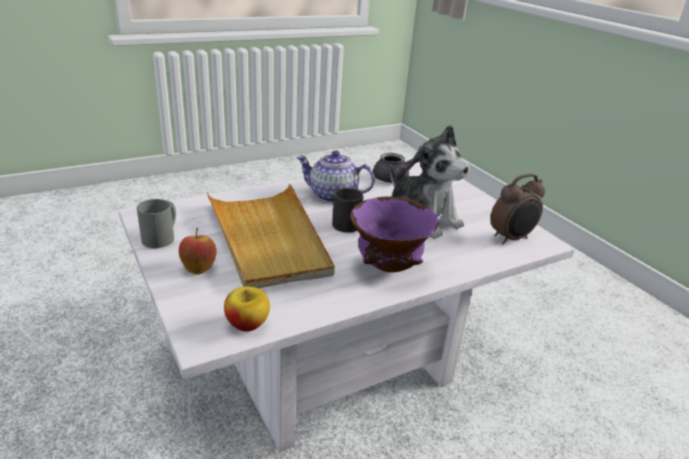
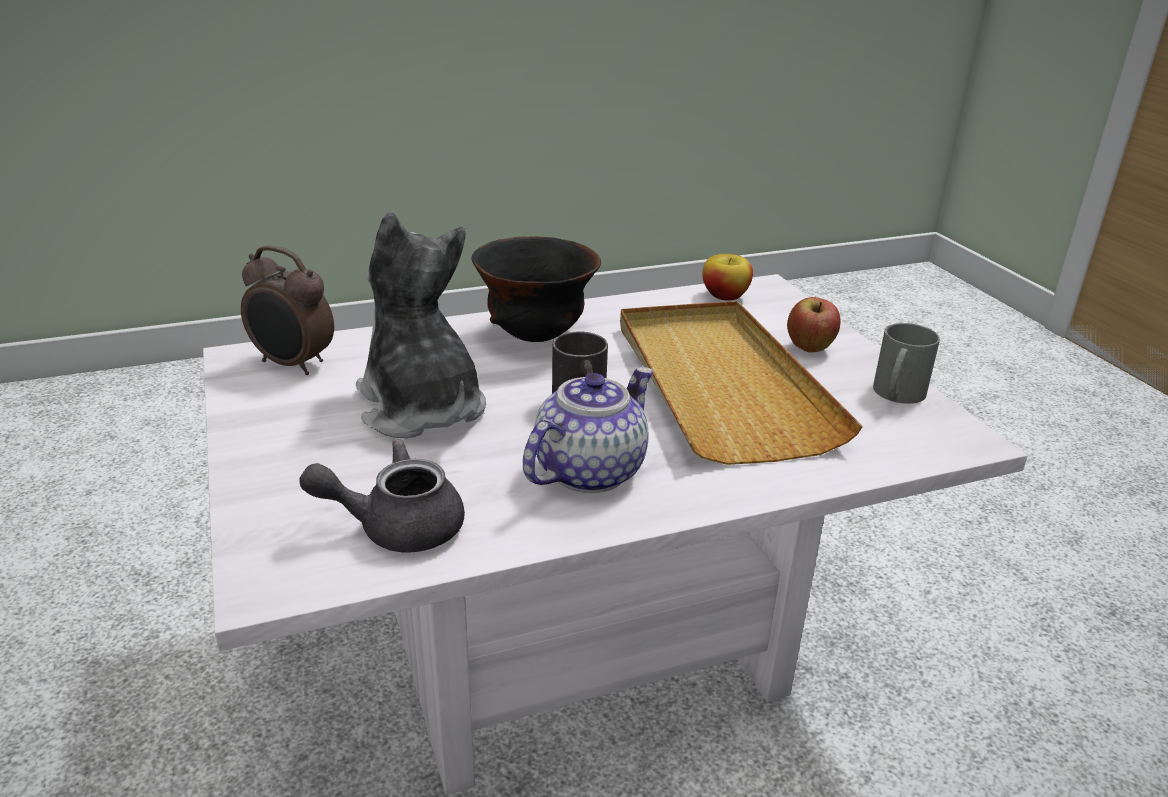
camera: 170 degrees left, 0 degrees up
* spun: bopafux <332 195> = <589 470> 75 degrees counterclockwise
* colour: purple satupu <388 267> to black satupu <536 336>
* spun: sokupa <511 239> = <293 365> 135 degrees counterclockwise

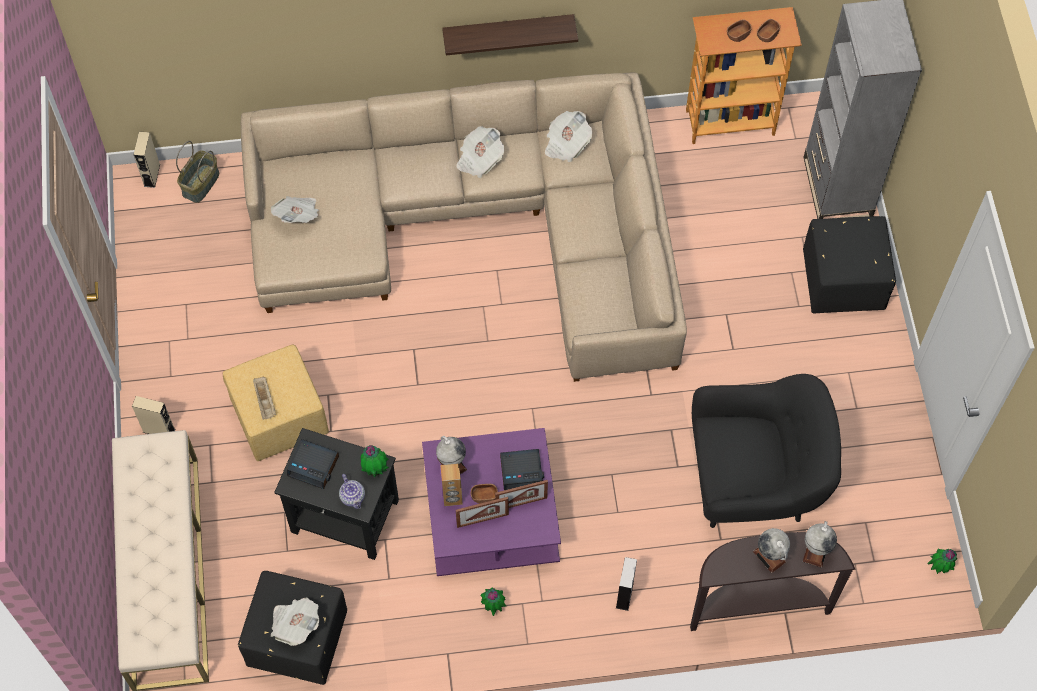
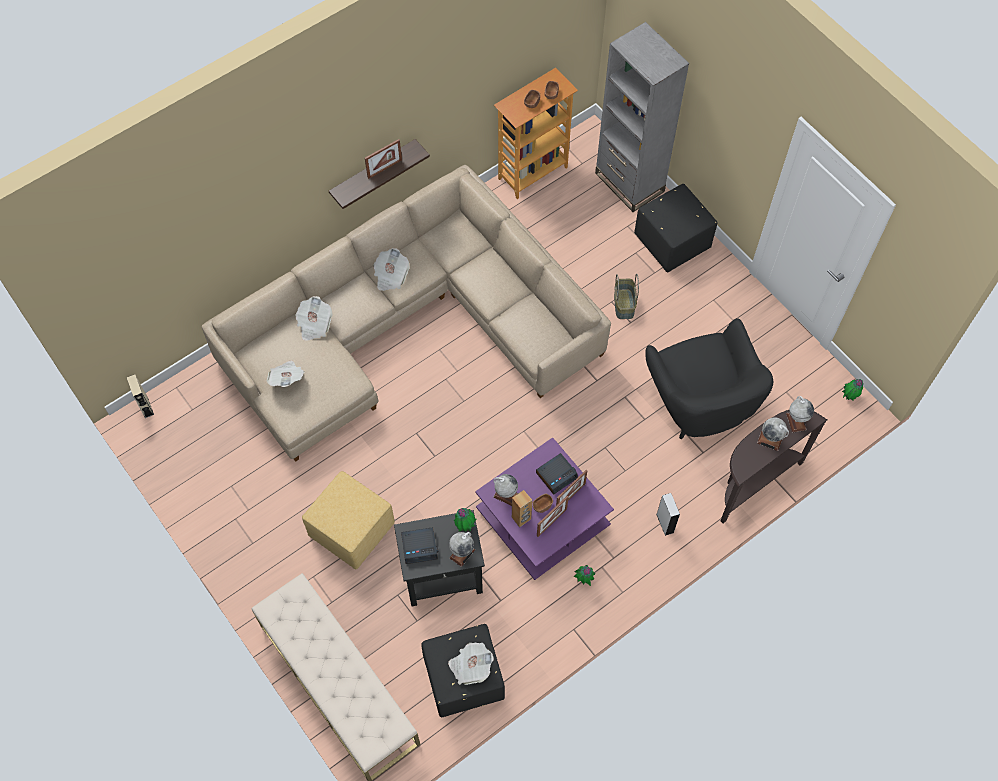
camera: 30 degrees left, 0 degrees up
* missing: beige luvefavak <159 430>
* relocated: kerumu <201 184> to <624 304>
* missing: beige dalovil <265 402>
* exchanged: bopafux <353 497> to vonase <462 553>
* relocated: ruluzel <566 144> to <314 324>
* spun: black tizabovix <754 482> = <700 403> 105 degrees clockwise
* appeared: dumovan <384 168>

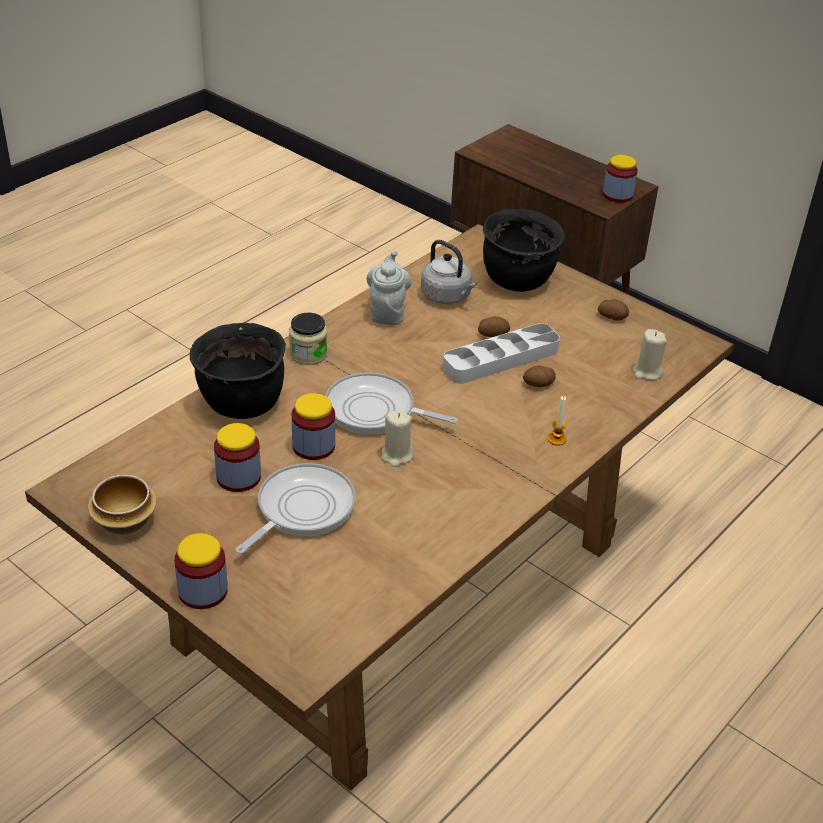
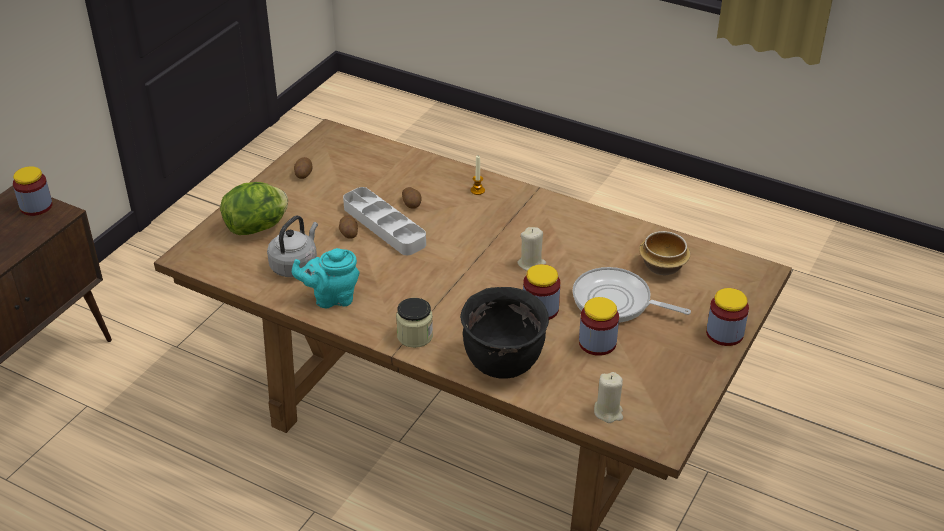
camera: 100 degrees left, 0 degrees up
* relocated: satupu <126 521> to <661 266>
* missing: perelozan <375 411>
* colour: grey bopafux <387 312> to turquoise bopafux <331 298>
* exchanged: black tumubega <518 280> to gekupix <257 227>
* relocated: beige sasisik <647 372> to <608 412>

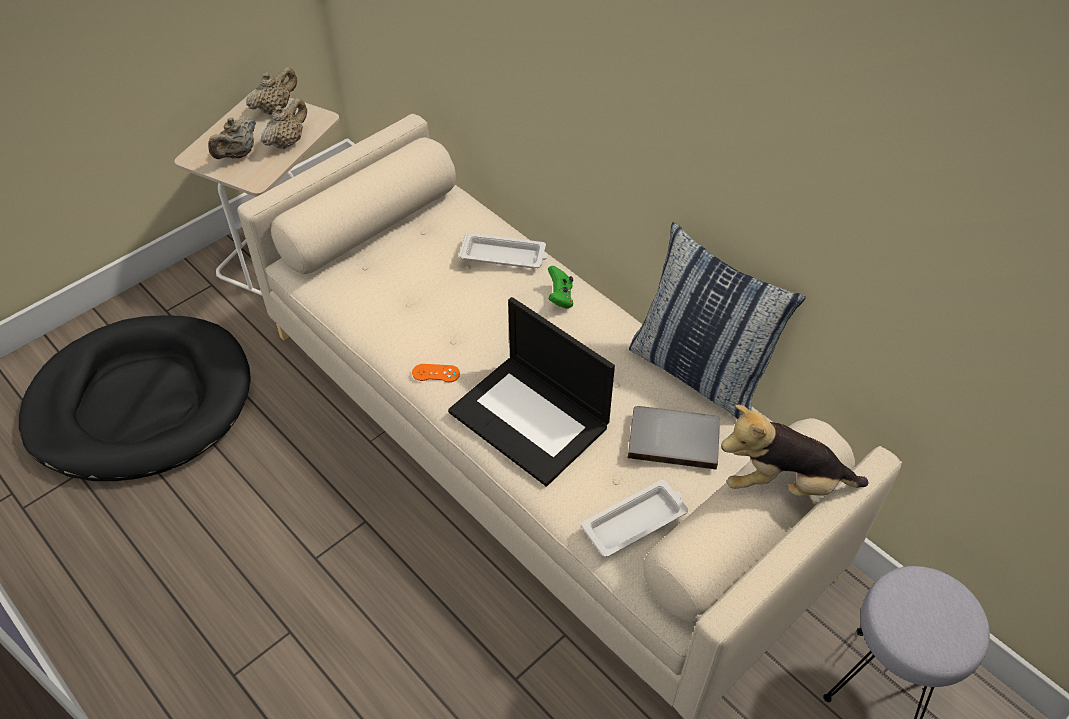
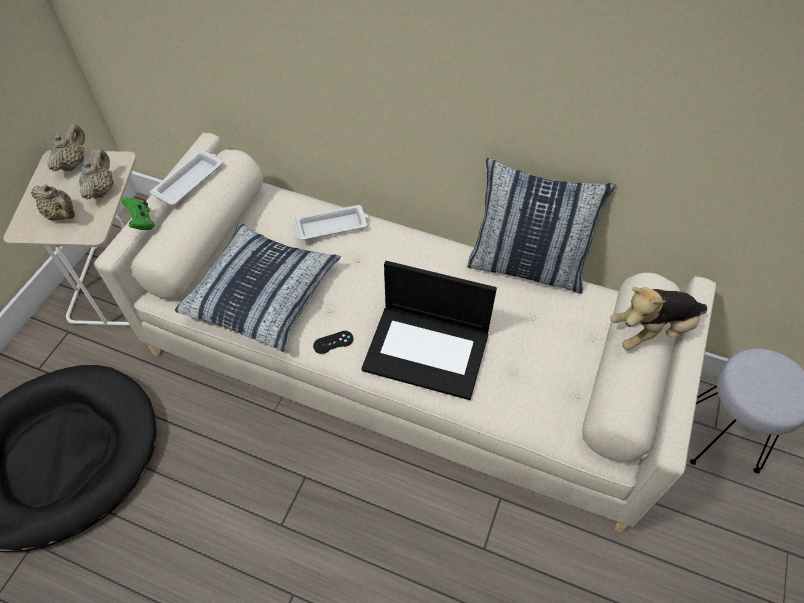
camera: 25 degrees left, 5 degrees up
* spun: beige bopafux <238 154> = <62 215> 60 degrees counterclockwise
* colour: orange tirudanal <436 373> to black tirudanal <333 342>
* relocated: green tirudanal <560 297> to <142 222>
* relocated: white dalovil <636 521> to <190 180>
* missing: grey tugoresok <673 437>
* appeared: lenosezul <263 294>

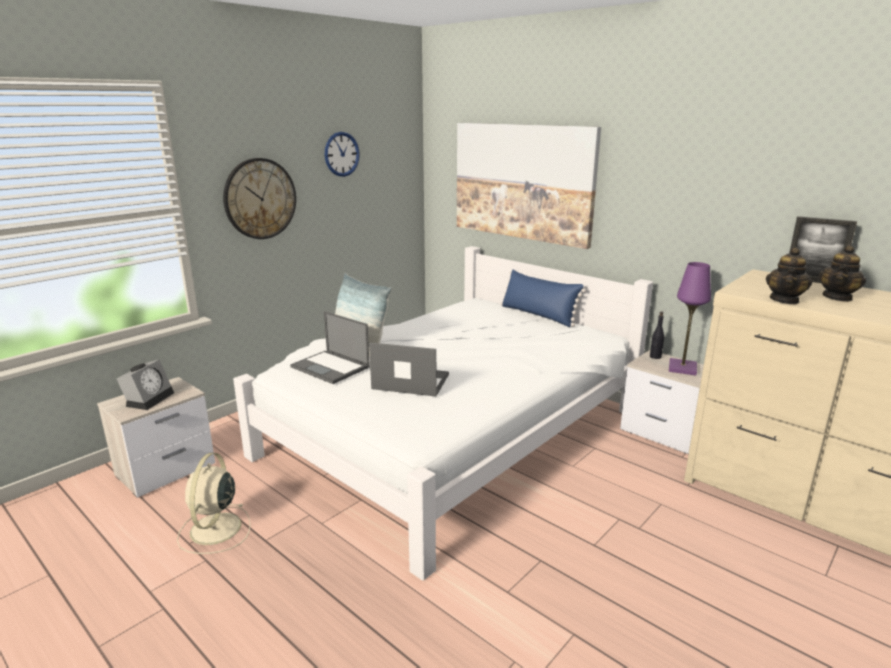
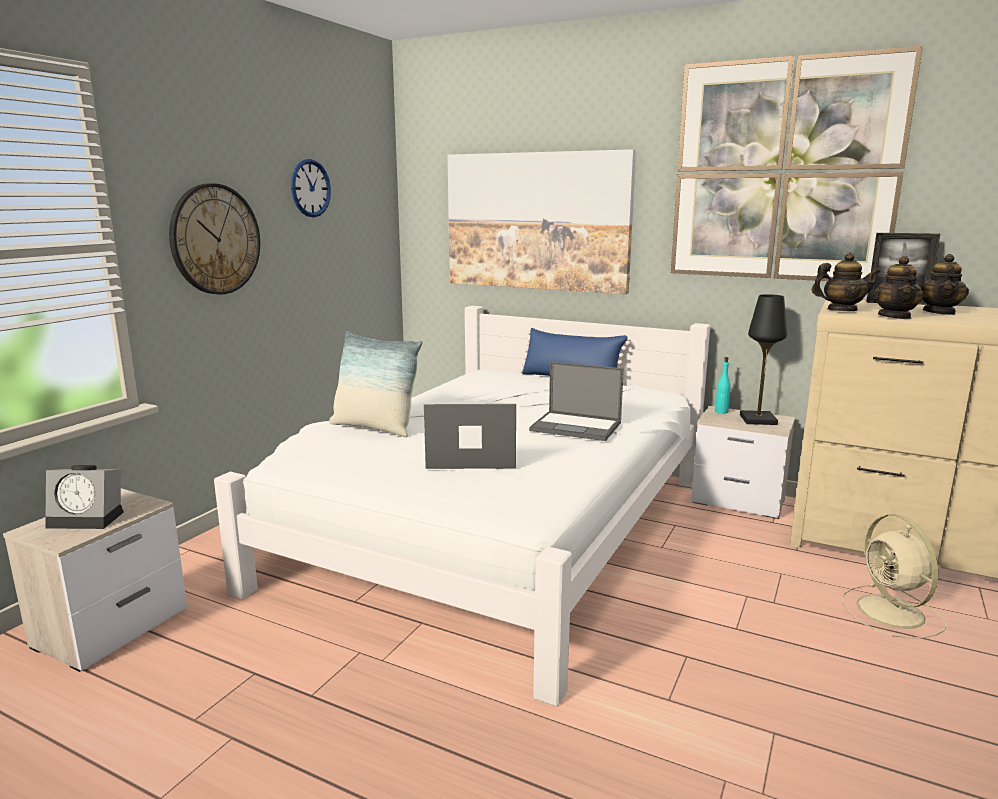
camera: 15 degrees left, 5 degrees down
* spun: sokupa <149 398> = <89 518> 90 degrees clockwise
* relocated: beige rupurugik <215 530> to <892 613>
* relocated: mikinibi <331 367> to <577 427>
* colour: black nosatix <655 357> to turquoise nosatix <721 412>
* colour: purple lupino <682 368> to black lupino <758 420>
* appeared: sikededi <783 171>
* appeared: bopafux <841 310>

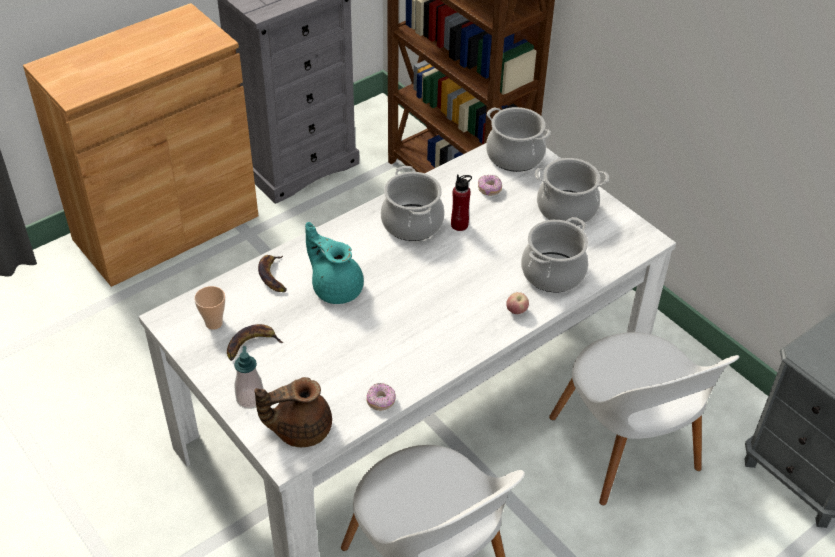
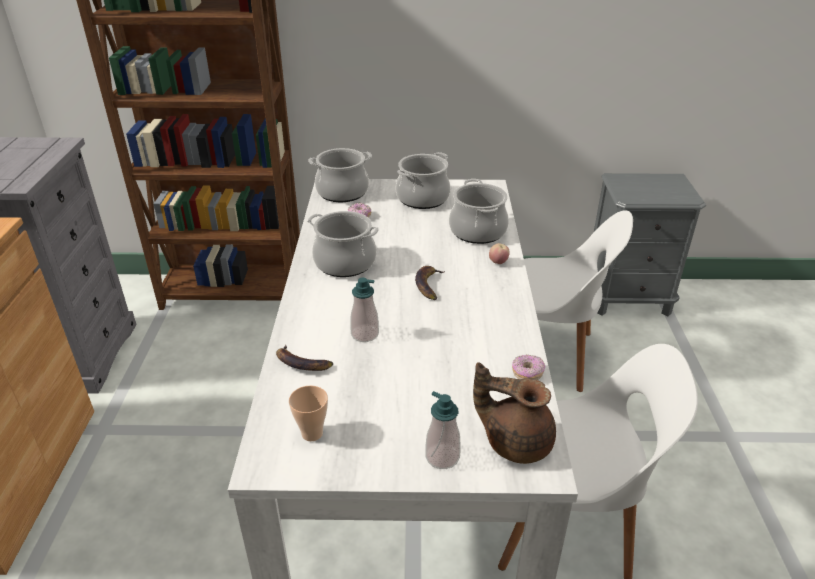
camera: 50 degrees left, 10 degrees down
* relocated: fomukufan <251 344> to <429 285>
* spun: brown bopafux <299 429> = <515 441> 90 degrees clockwise
* exchanged: turquoise bopafux <336 288> to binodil <365 334>
* missing: red nosatix <459 225>

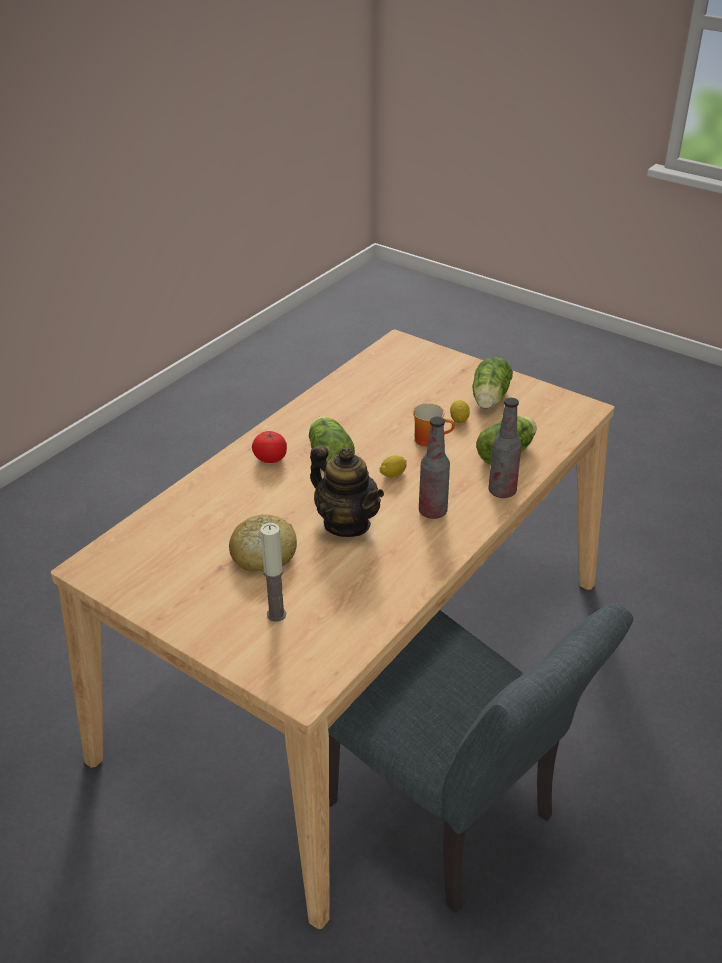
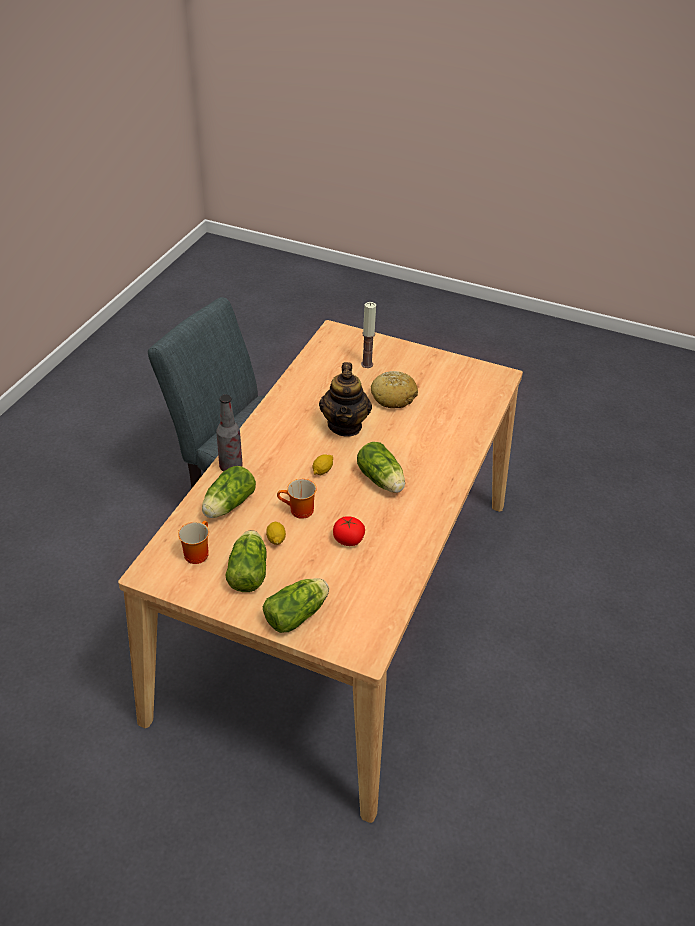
camera: 165 degrees right, 5 degrees up
* relocated: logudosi <270 458> to <348 540>
* spun: bopafux <347 523> = <345 425> 120 degrees counterclockwise
* missing: nosatix <432 511>
* appeared: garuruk <196 552>
* appeared: gekupix <298 614>

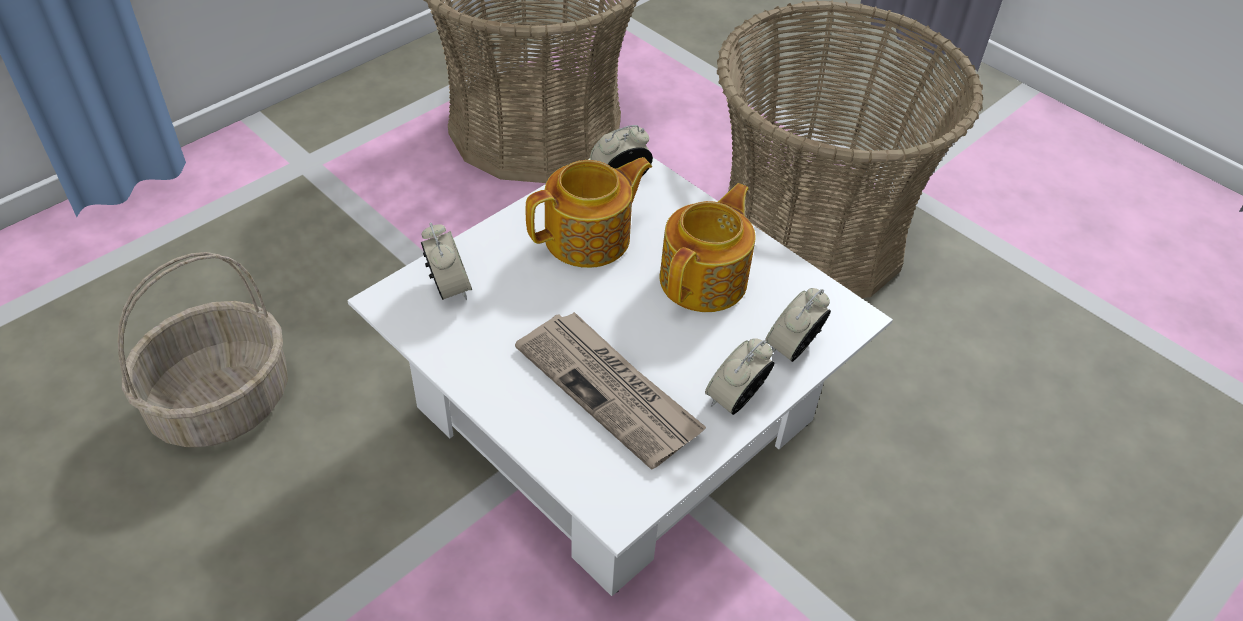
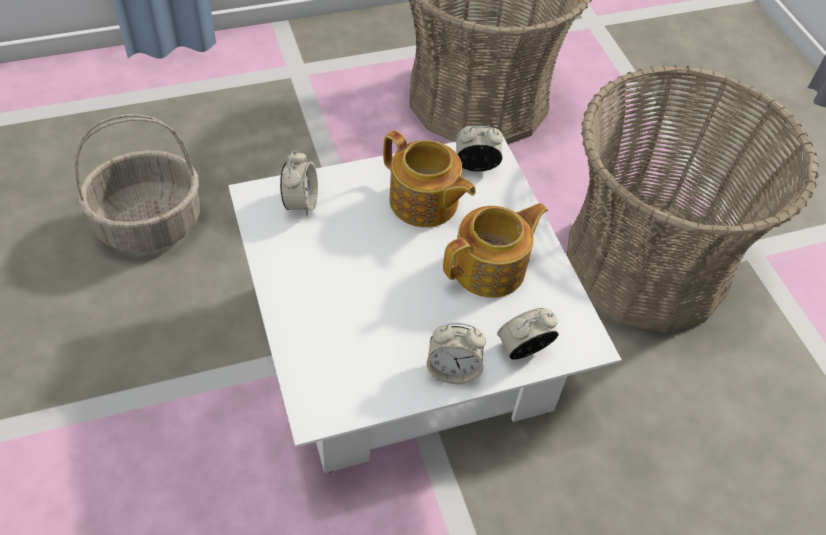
camera: 25 degrees right, 5 degrees up
* missing: ruluzel <610 390>
* spun: bopafux <590 238> = <424 203> 45 degrees clockwise
* spun: sokupa <735 399> = <453 370> 150 degrees counterclockwise

